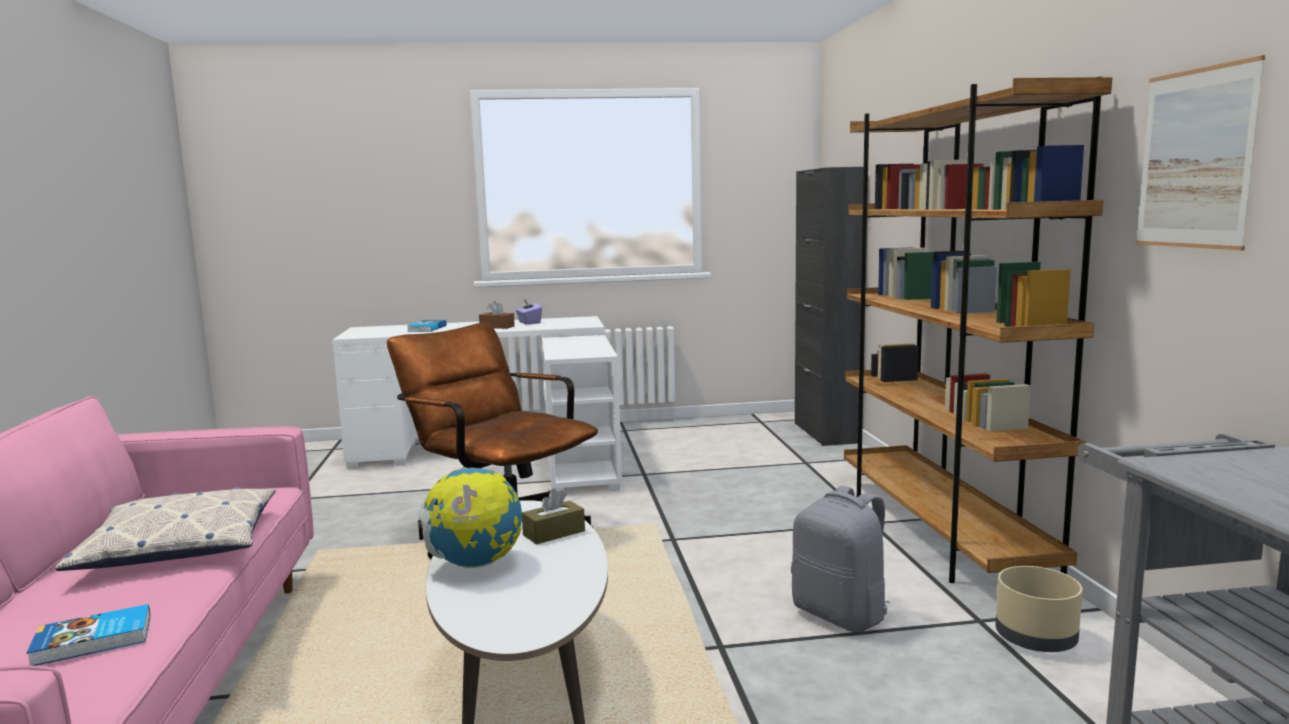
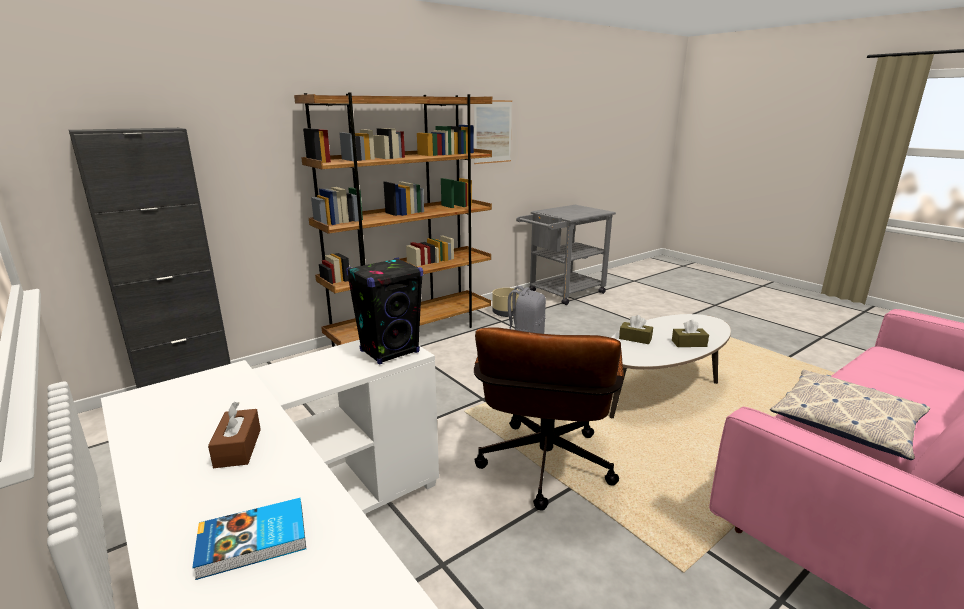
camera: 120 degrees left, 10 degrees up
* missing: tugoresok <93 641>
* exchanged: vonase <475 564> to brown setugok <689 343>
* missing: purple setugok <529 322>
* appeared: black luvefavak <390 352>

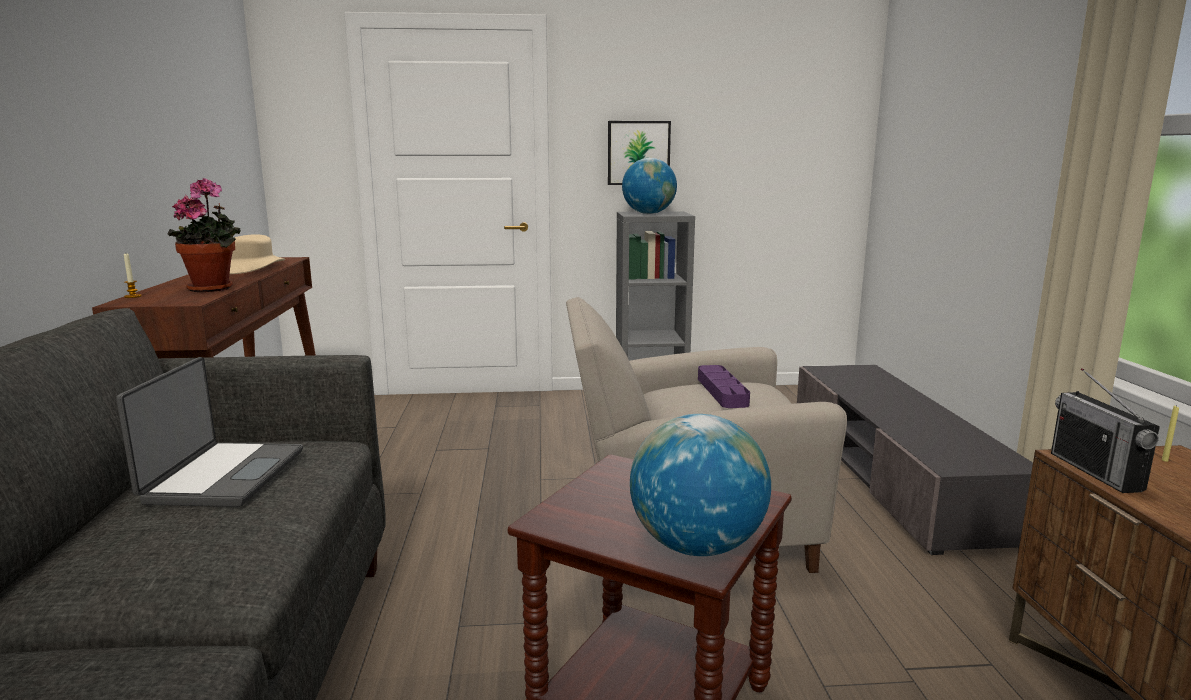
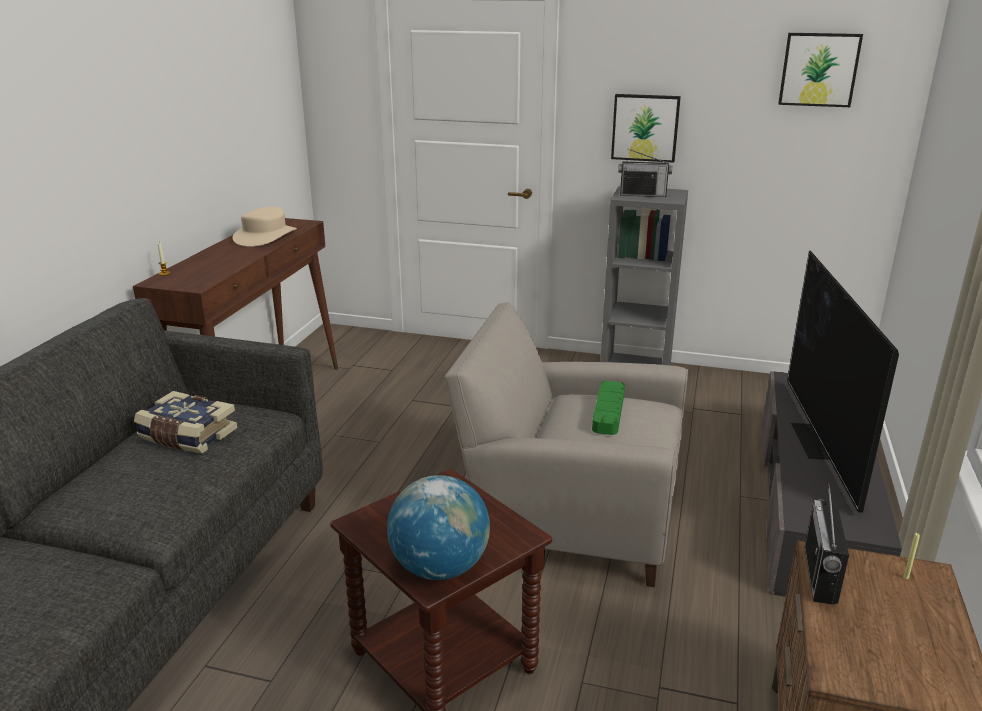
camera: 20 degrees right, 10 degrees up
* exchanged: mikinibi <223 476> to tugoresok <187 436>
* missing: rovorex <214 288>
* exchanged: vonase <649 213> to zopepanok <643 195>
* colour: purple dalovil <722 391> to green dalovil <608 411>
* appeared: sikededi <819 69>
* appeared: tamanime <819 441>

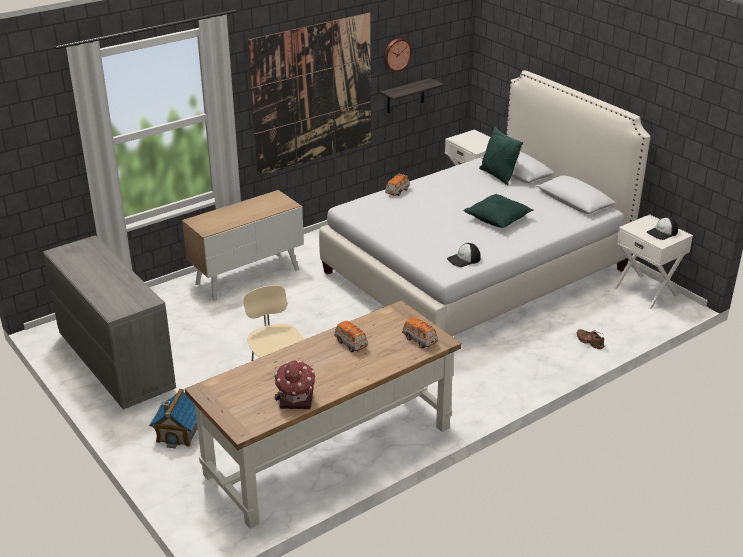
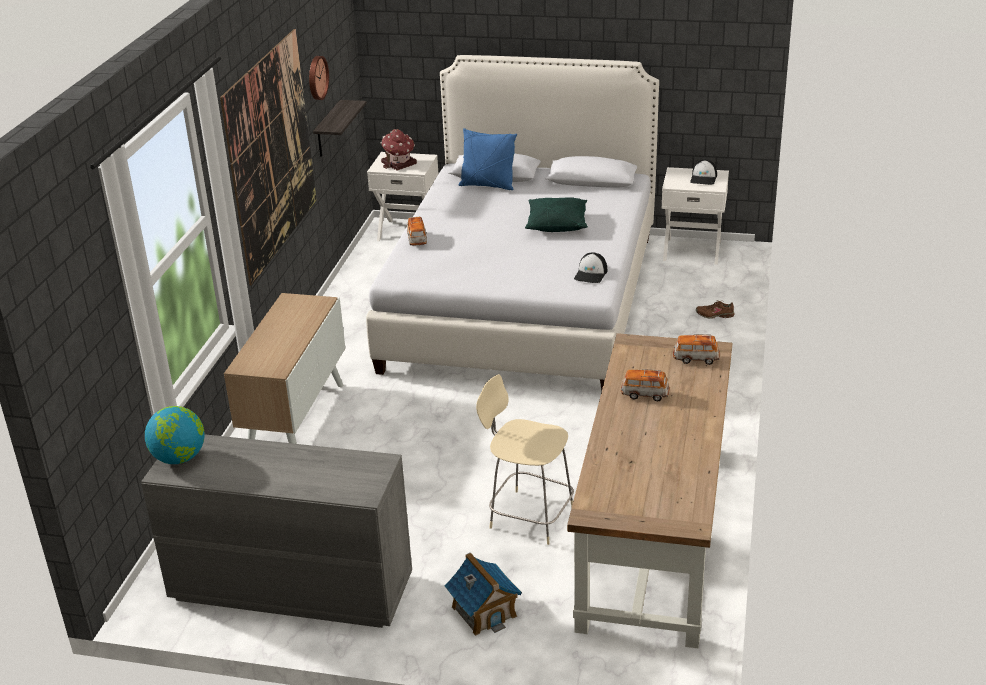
camera: 40 degrees left, 0 degrees up
* relocated: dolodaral <296 399> to <399 164>
* colour: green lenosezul <497 176> to blue lenosezul <488 185>
* appeared: vonase <179 458>

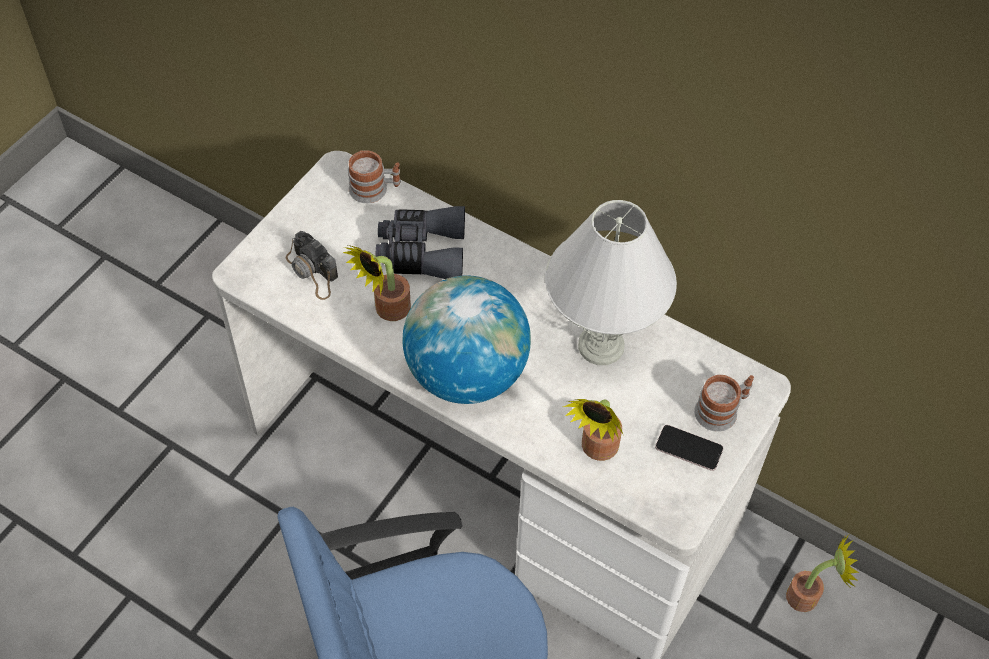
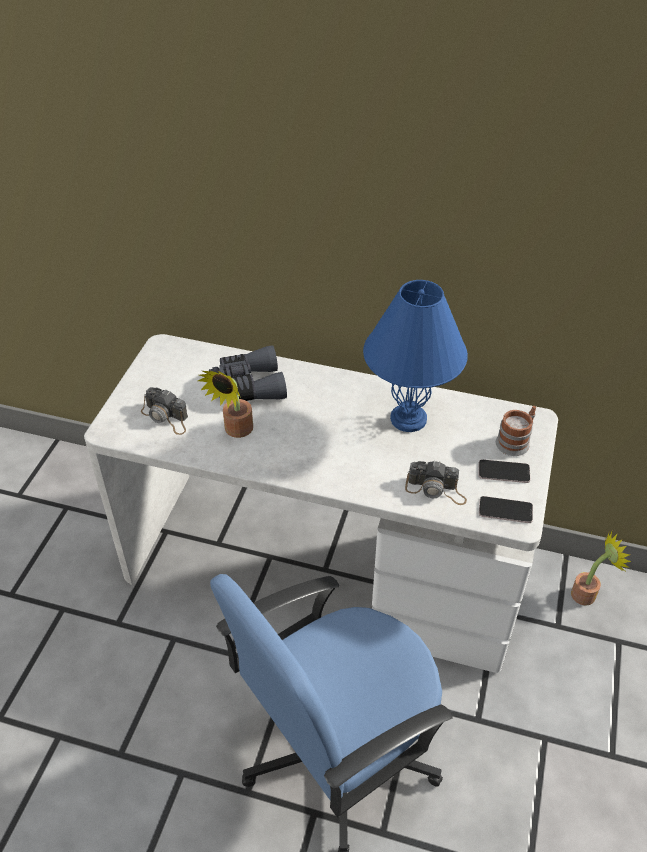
camera: 15 degrees left, 10 degrees down
* missing: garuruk <374 189>
* missing: vonase <466 373>
* colour: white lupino <602 346> to blue lupino <409 419>
* exchanged: rovorex <596 450> to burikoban <436 490>
* appeared: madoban <505 510>

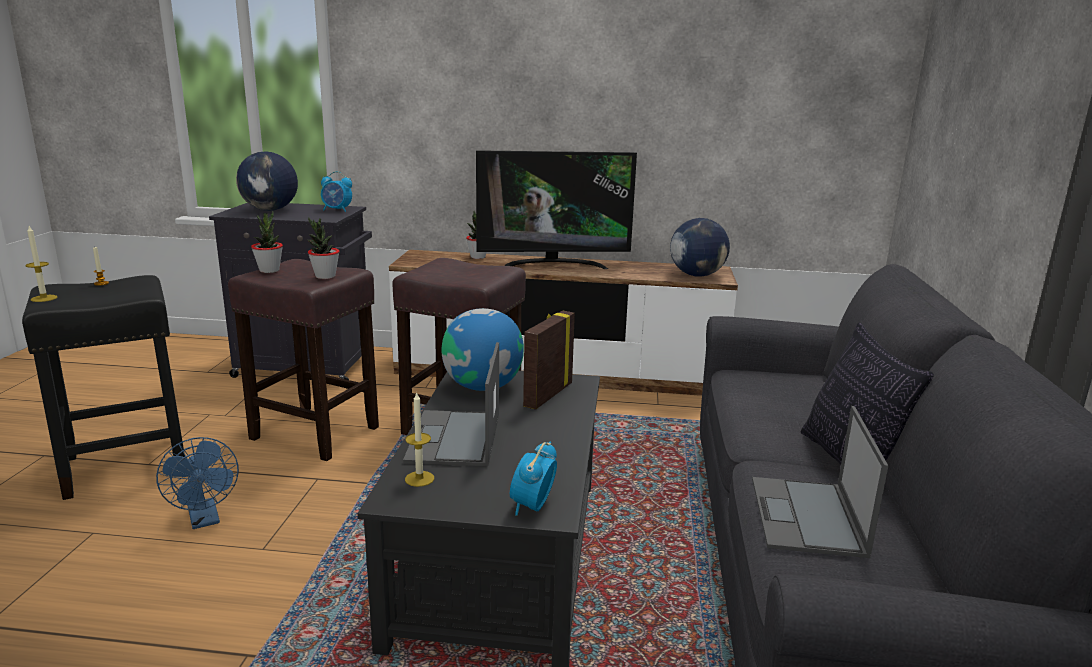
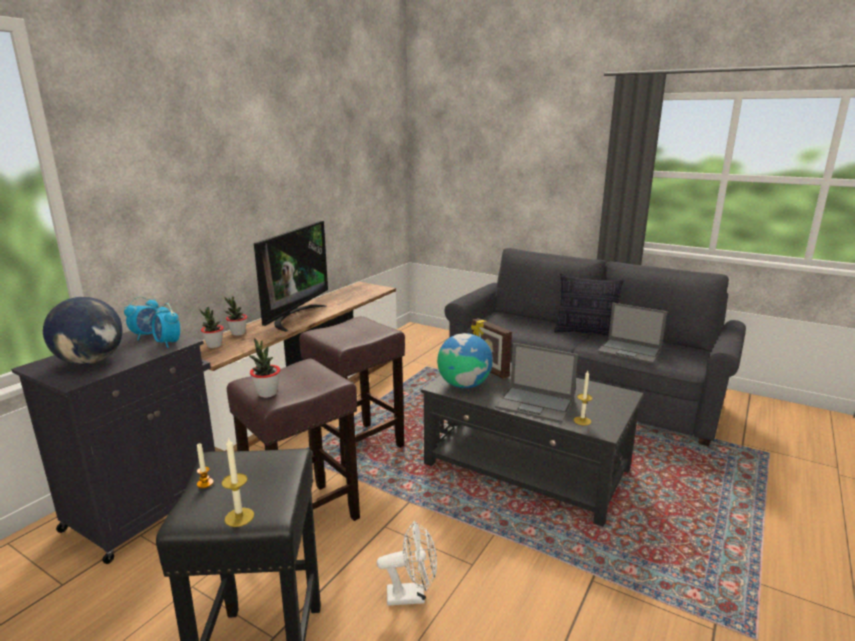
camera: 65 degrees left, 0 degrees up
* colour: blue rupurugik <205 520> to white rupurugik <412 595>
* relocated: rovorex <325 276> to <214 345>
* relocated: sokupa <532 506> to <168 343>
* missing: vonase <697 275>

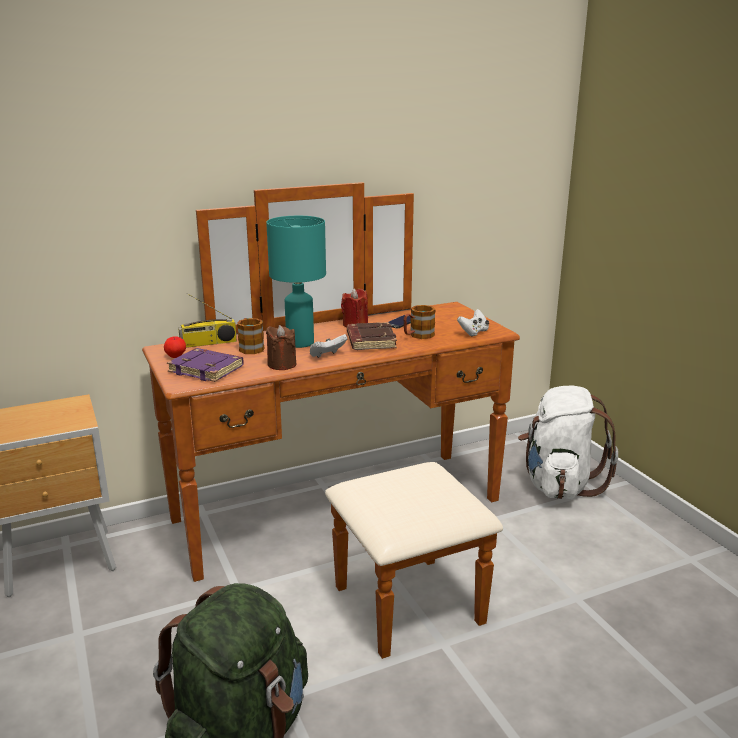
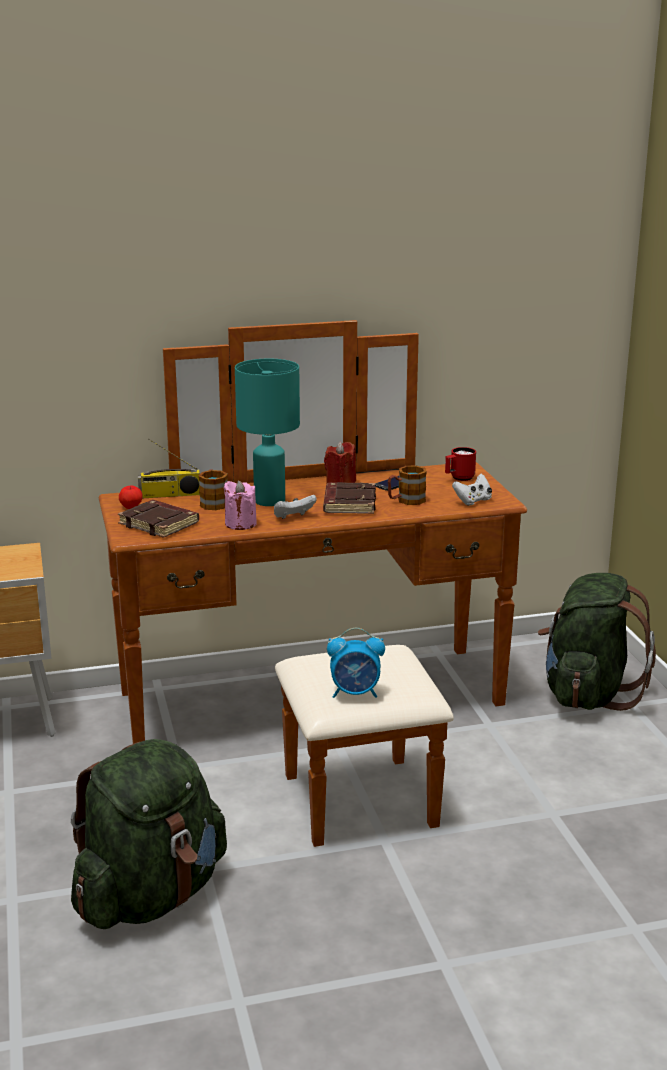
camera: 10 degrees right, 0 degrees up
* colour: purple tugoresok <207 369> to brown tugoresok <160 524>
* colour: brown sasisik <282 364> to pink sasisik <240 524>
* colour: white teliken <558 484> to green teliken <587 694>
* appeared: sokupa <355 693>
* appeared: red garuruk <459 478>

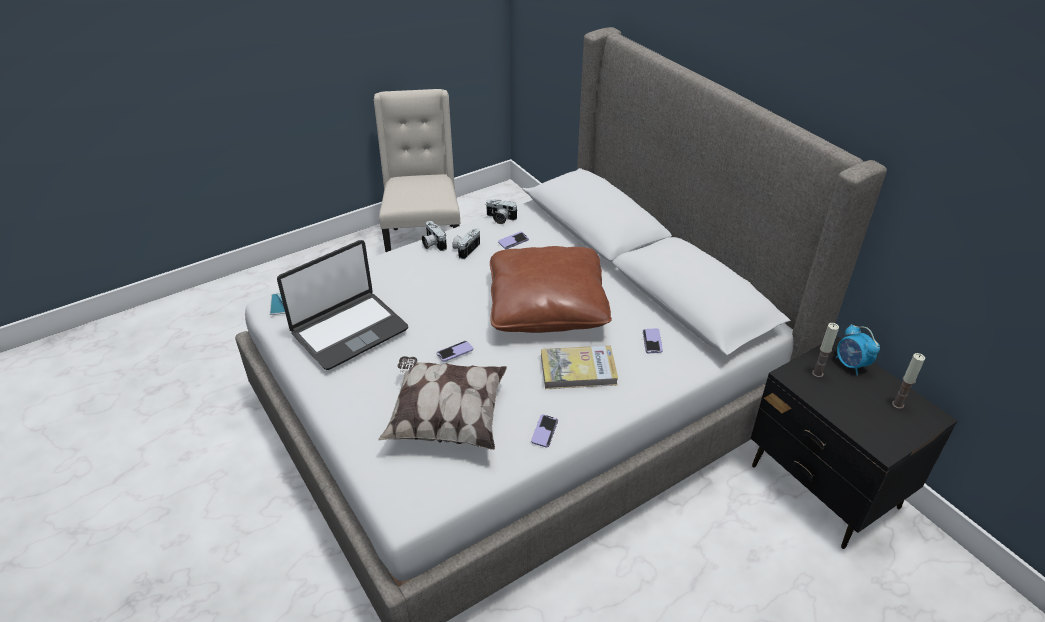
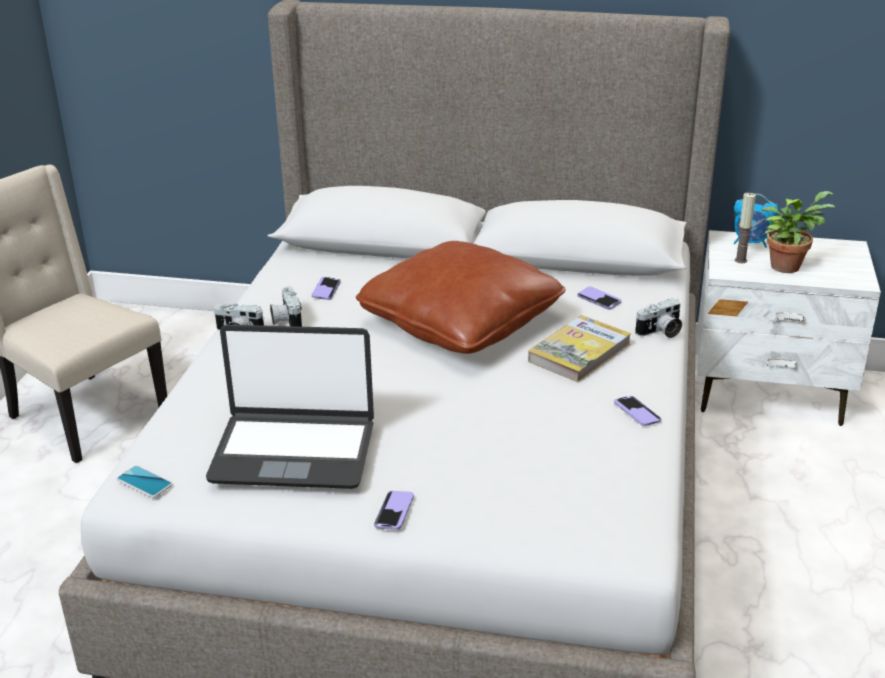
camera: 45 degrees left, 10 degrees down
* spun: mikinibi <349 331> = <293 451> 90 degrees clockwise
* missing: lenosezul <446 418>
* relocated: madoban <454 352> to <394 511>
* relocated: burikoban <500 218> to <660 332>
* colour: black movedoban <824 487> to white movedoban <770 393>
* missing: sasisik <897 404>
* appeared: rovorex <787 265>

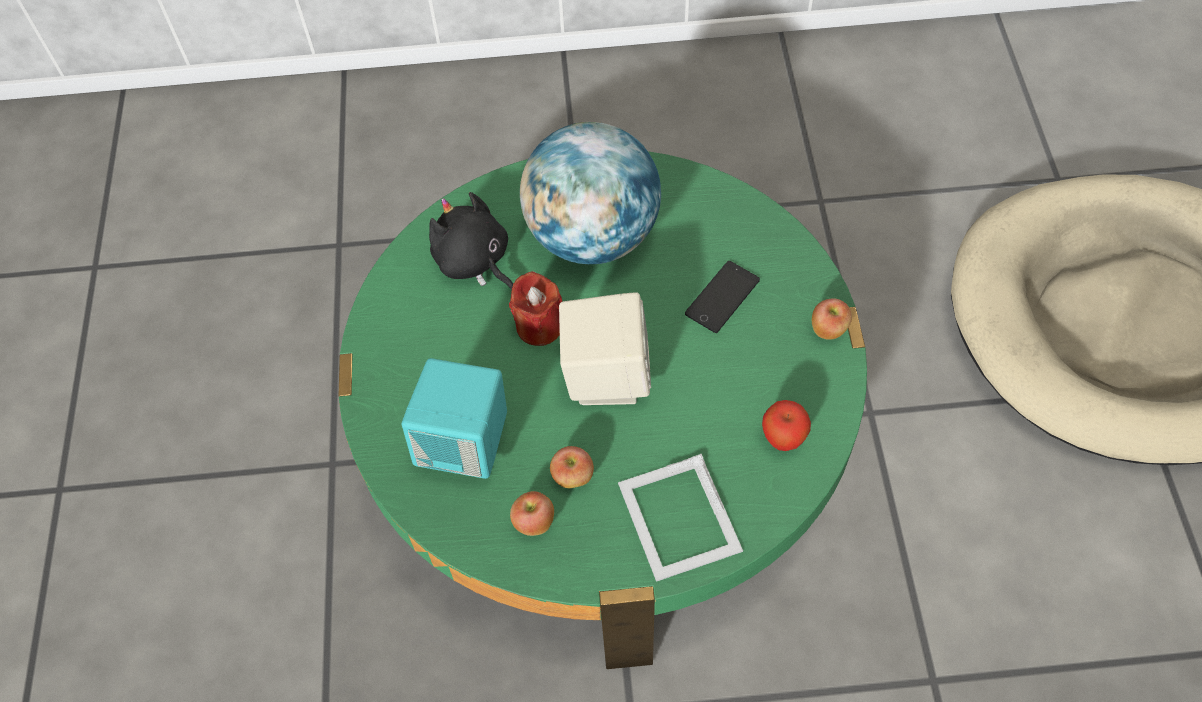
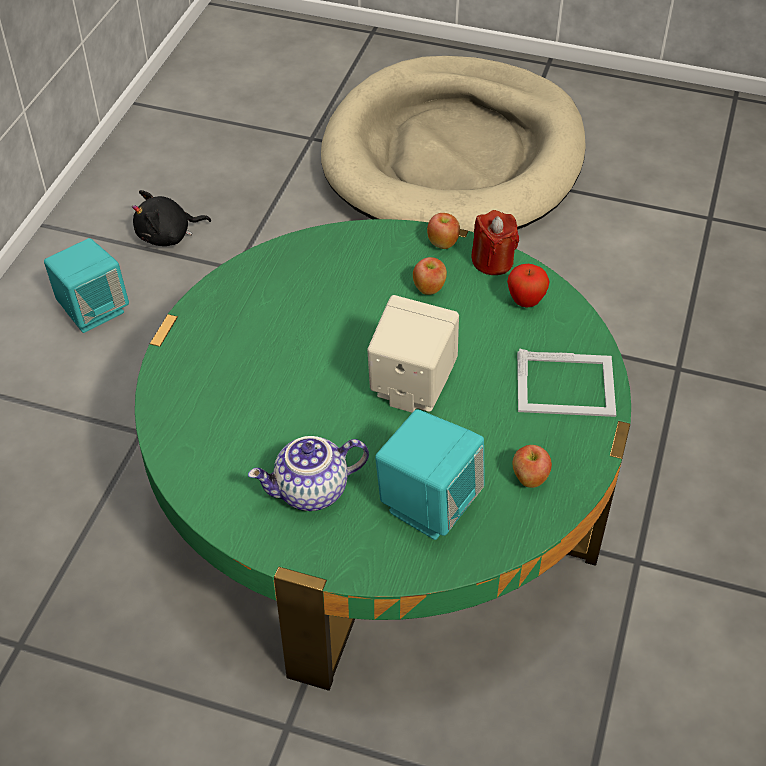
camera: 70 degrees left, 10 degrees down
* relocated: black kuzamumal <474 262> to <168 236>
* relocated: red sasisik <539 326> to <492 261>
* missing: vonase <592 236>
* relocated: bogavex <573 477> to <429 288>
* missing: madoban <722 297>
* appeared: turquoise luvefavak <93 310>
* appeared: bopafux <311 492>

